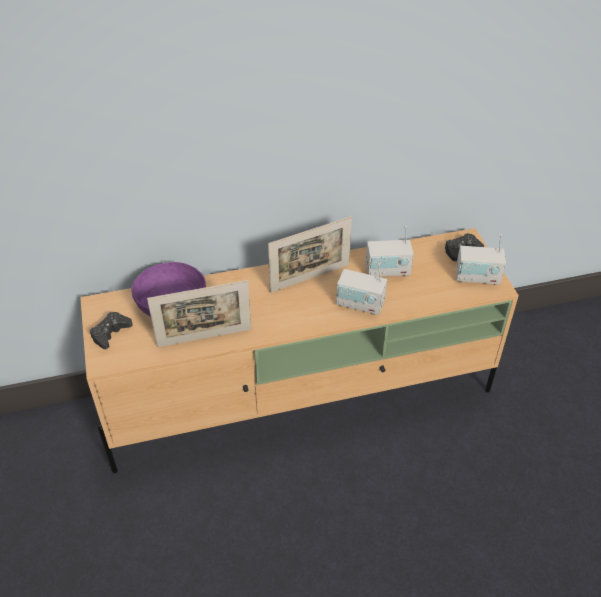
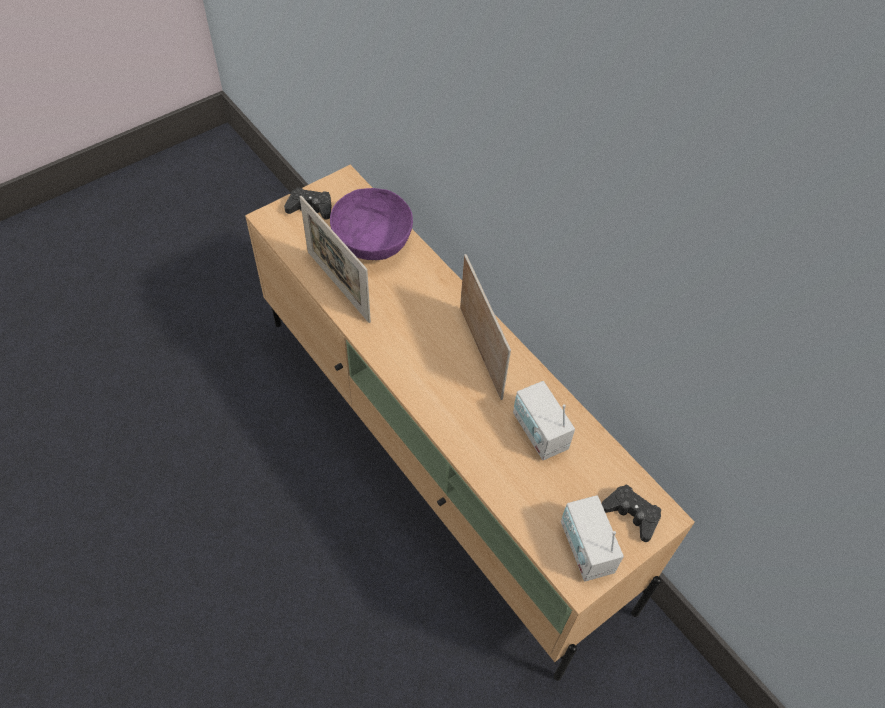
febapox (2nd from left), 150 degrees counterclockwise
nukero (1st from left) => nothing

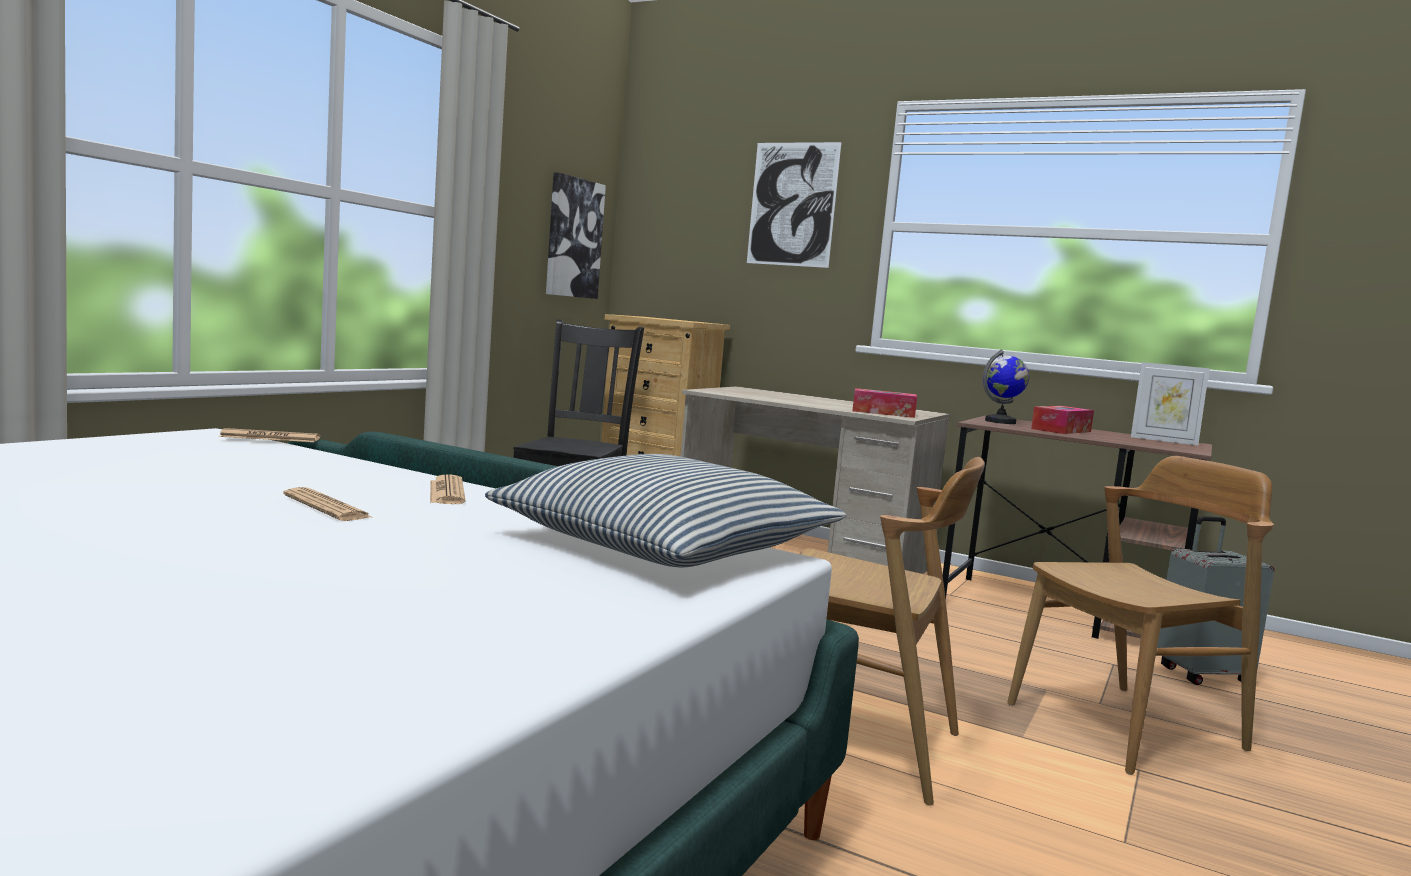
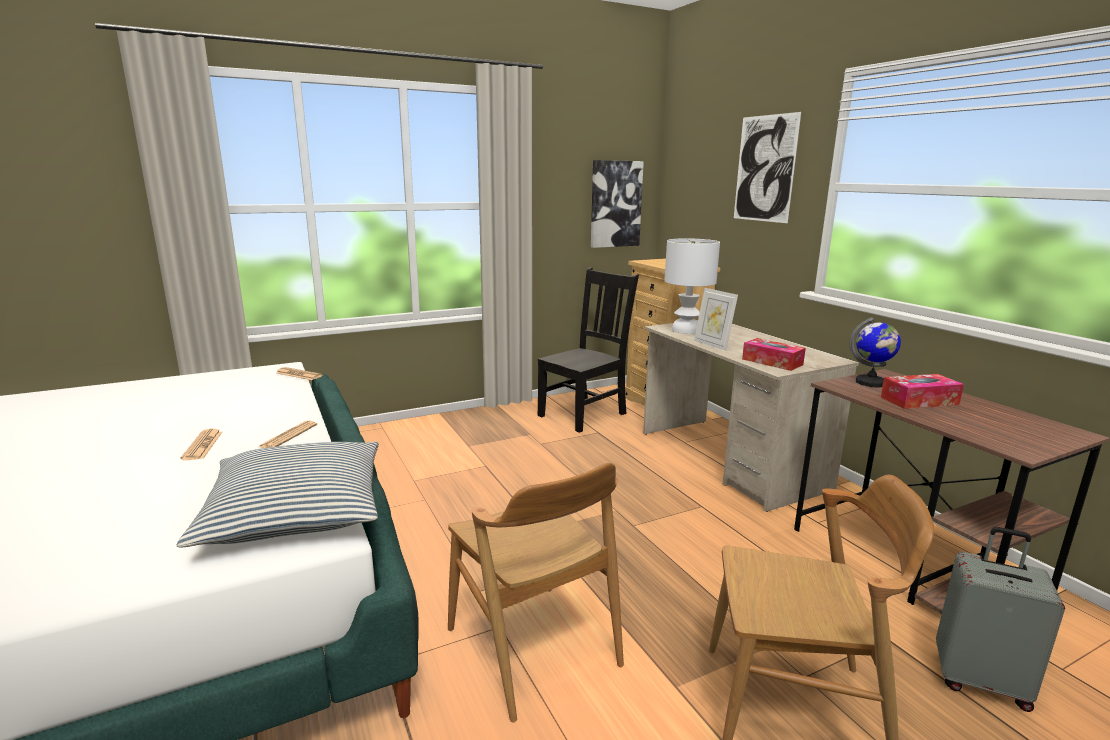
febapox, moved
nothing => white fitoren

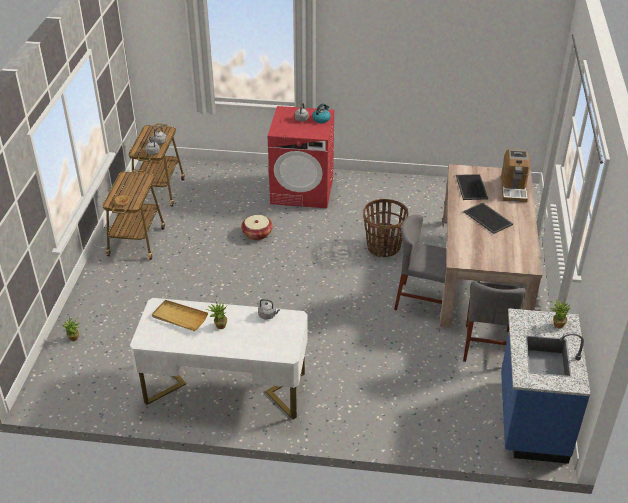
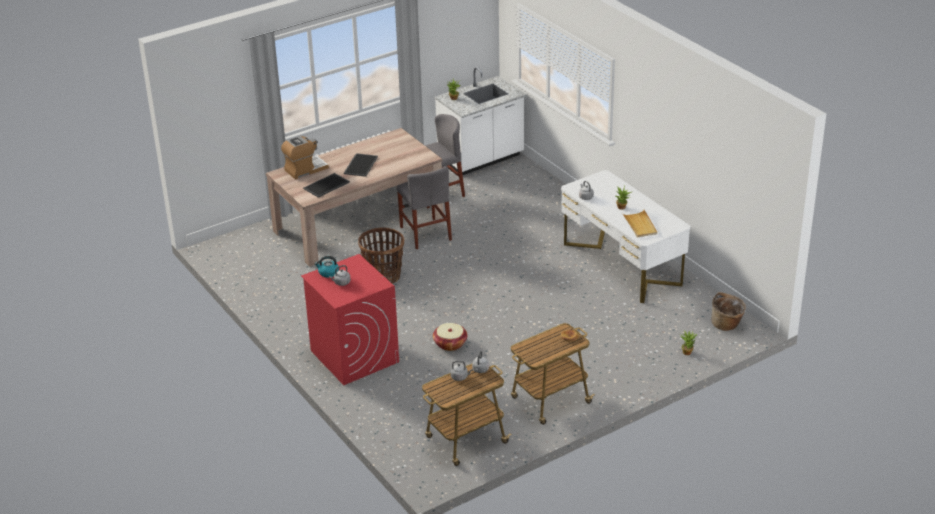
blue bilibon => white bilibon
nothing => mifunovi (3rd from left)

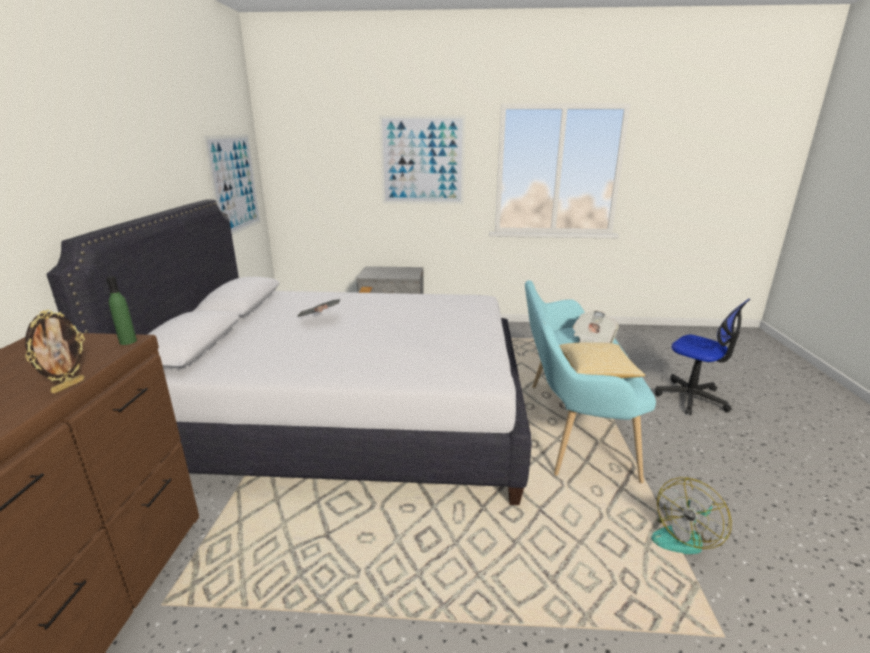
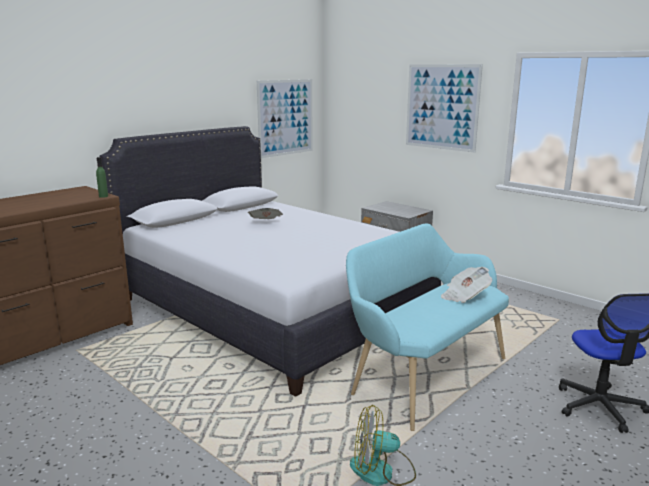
febapox => nothing
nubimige => nothing

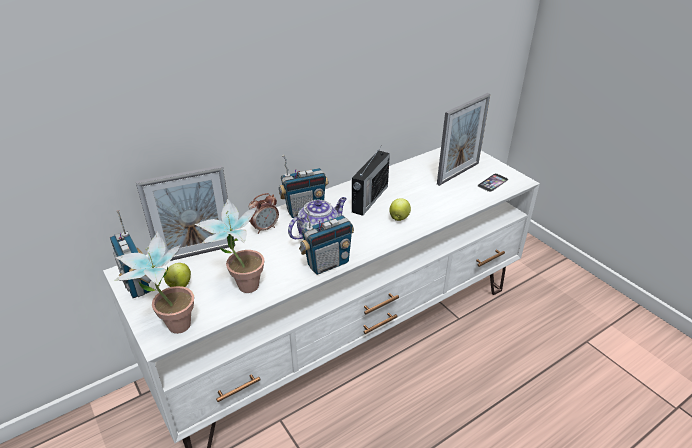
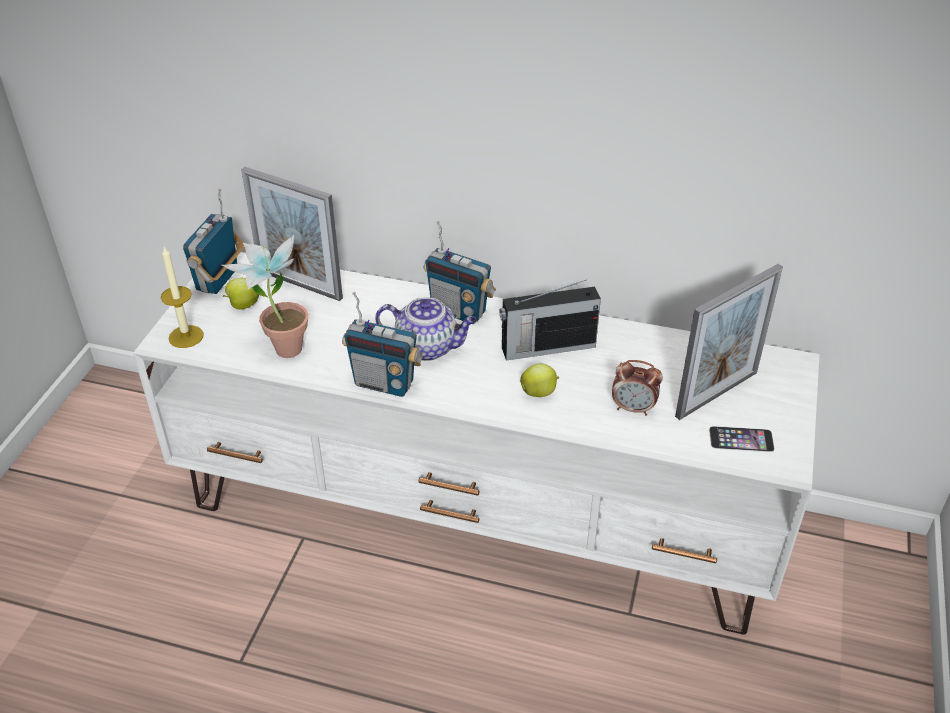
febapox (2nd from left), 45 degrees counterclockwise
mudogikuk, moved
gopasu (1st from left) => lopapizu

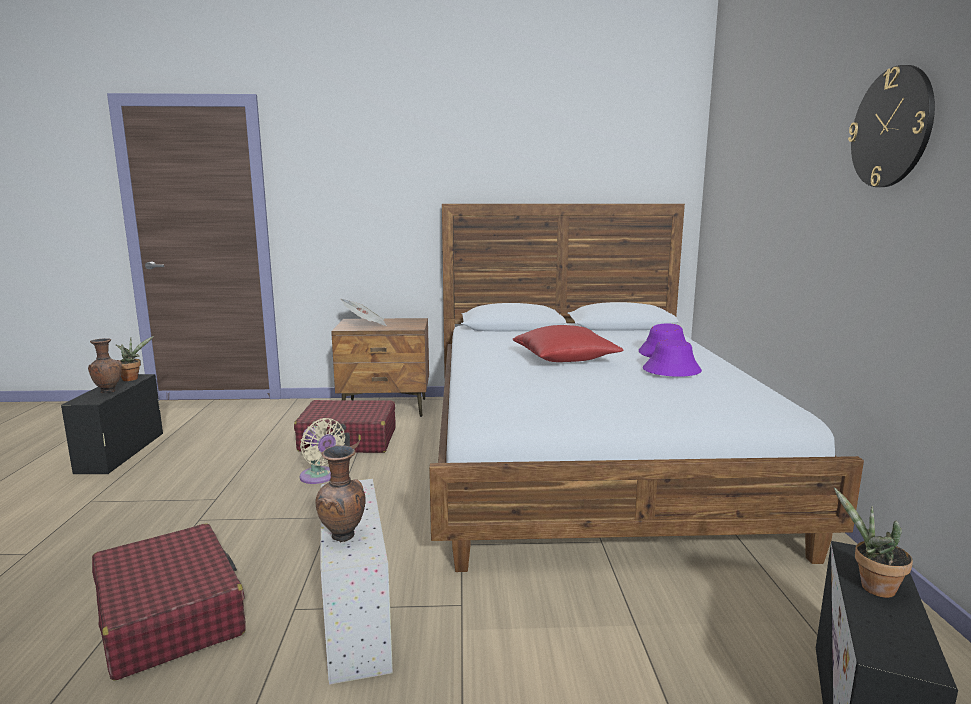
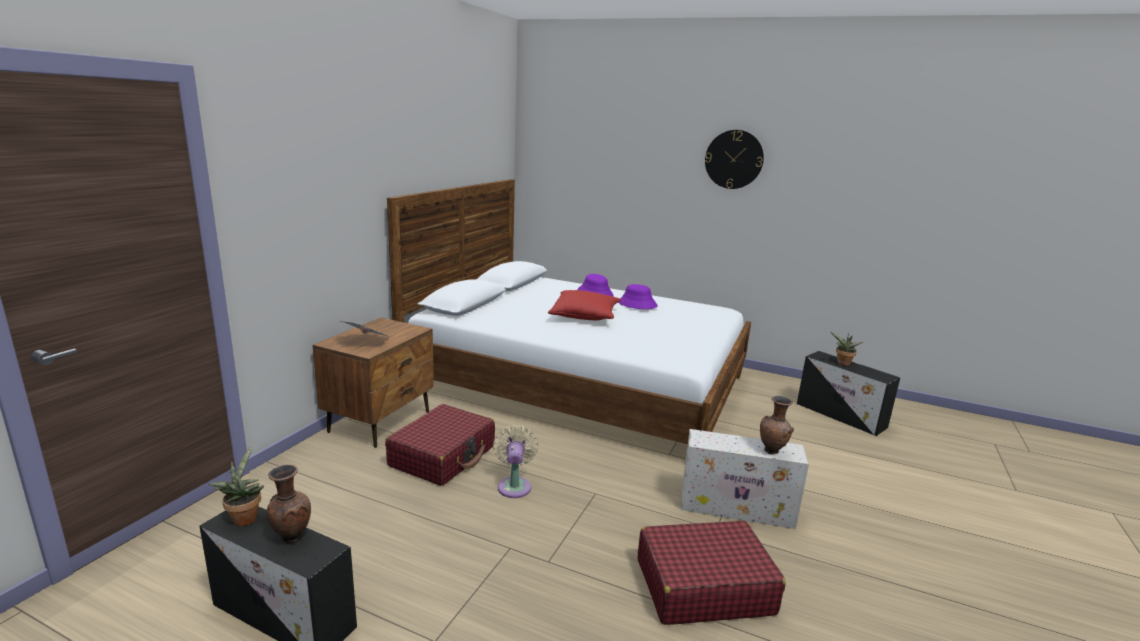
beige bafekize, 75 degrees counterclockwise

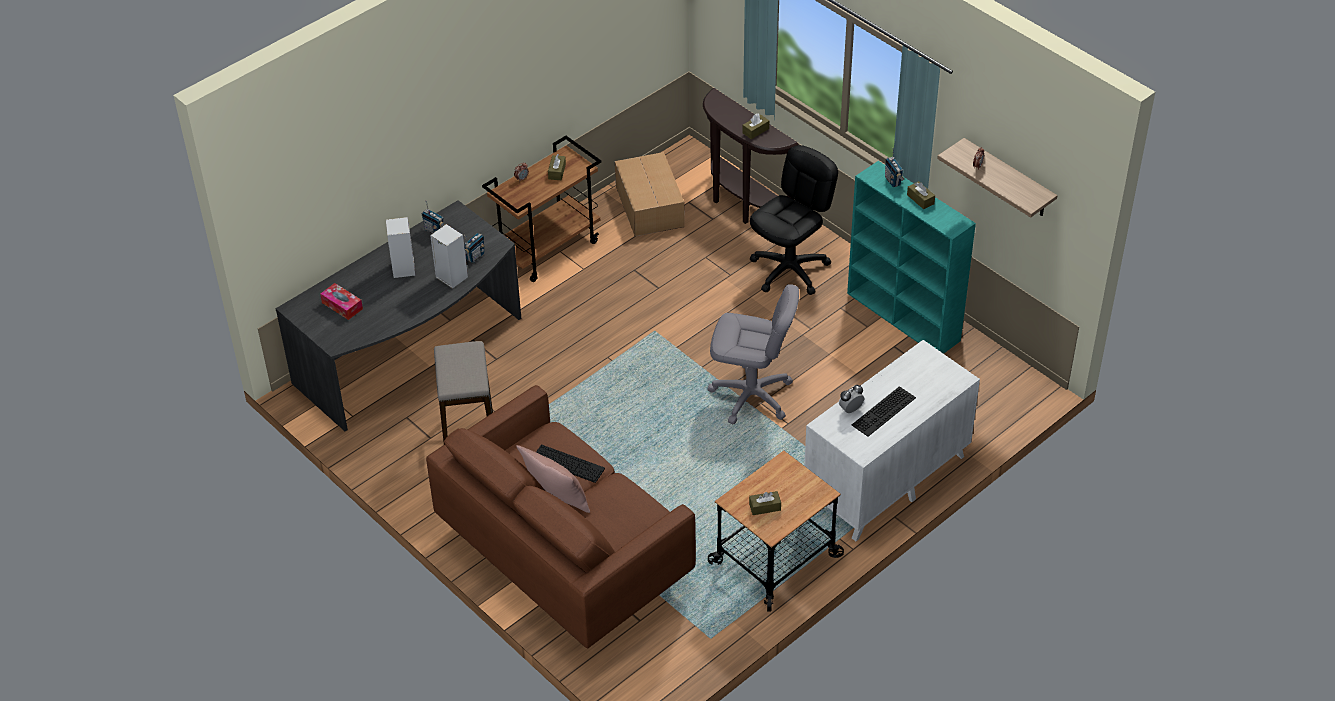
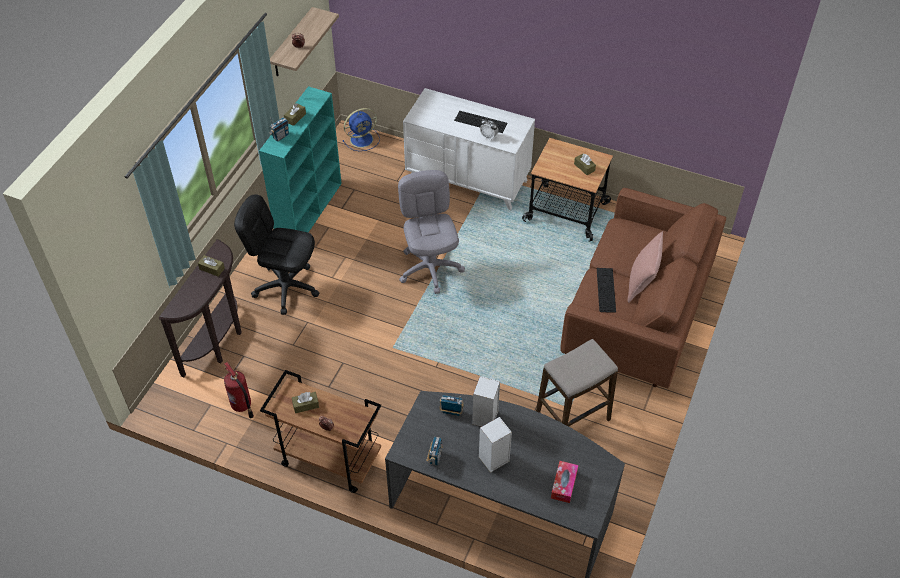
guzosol => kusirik
nothing => blue bafekize

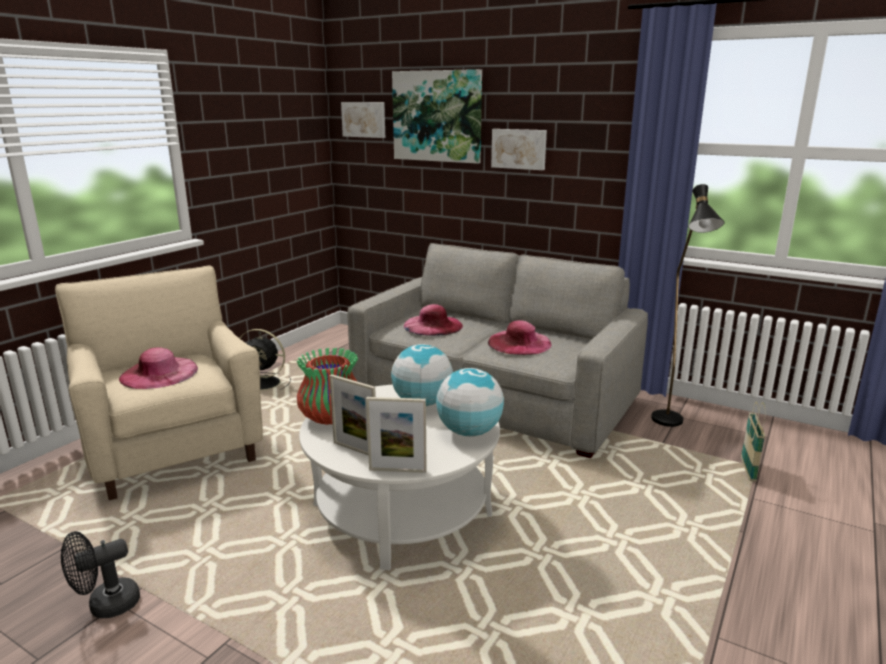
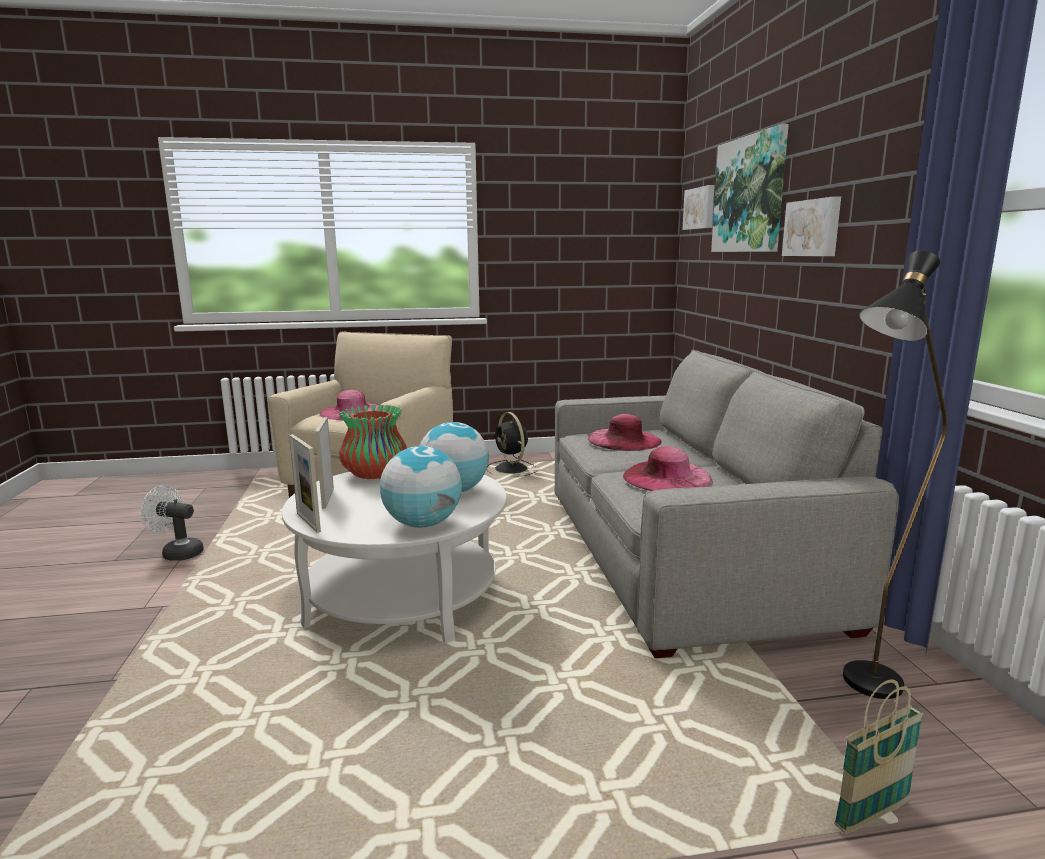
black bafekize (1st from left) => white bafekize

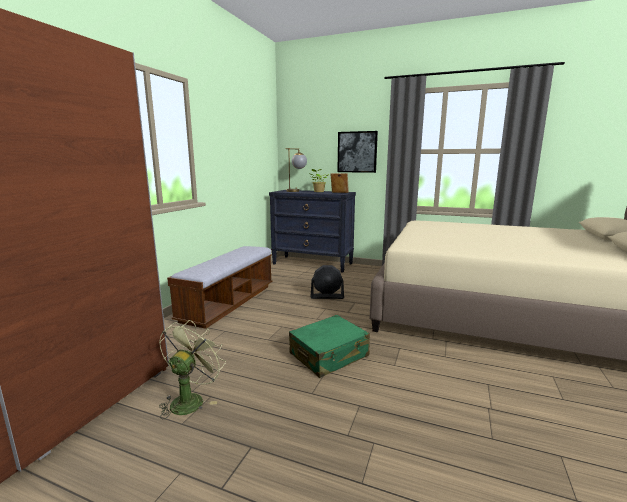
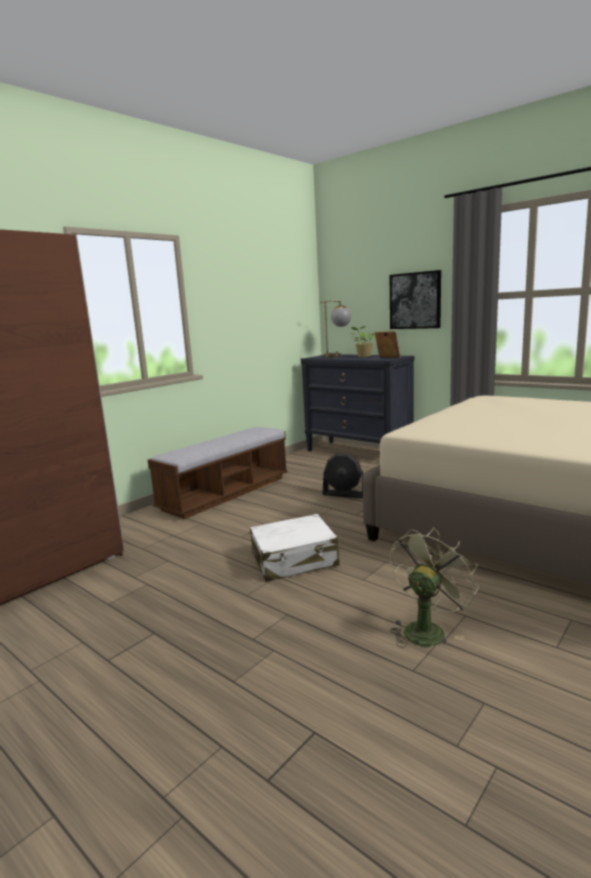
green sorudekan => white sorudekan
green bafekize, moved

